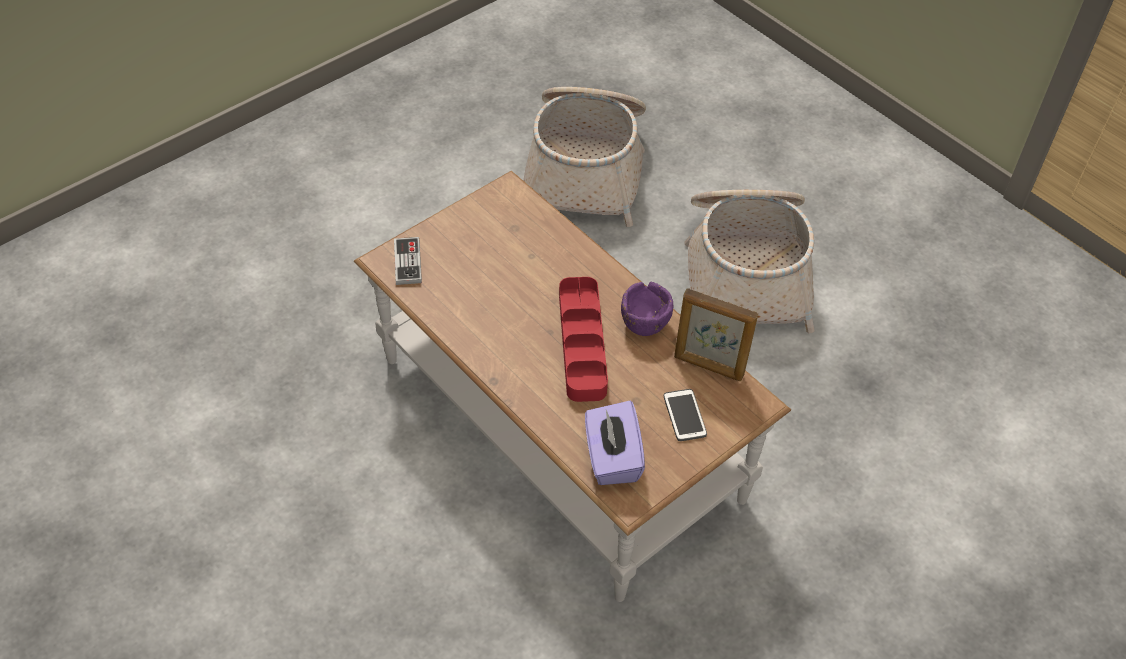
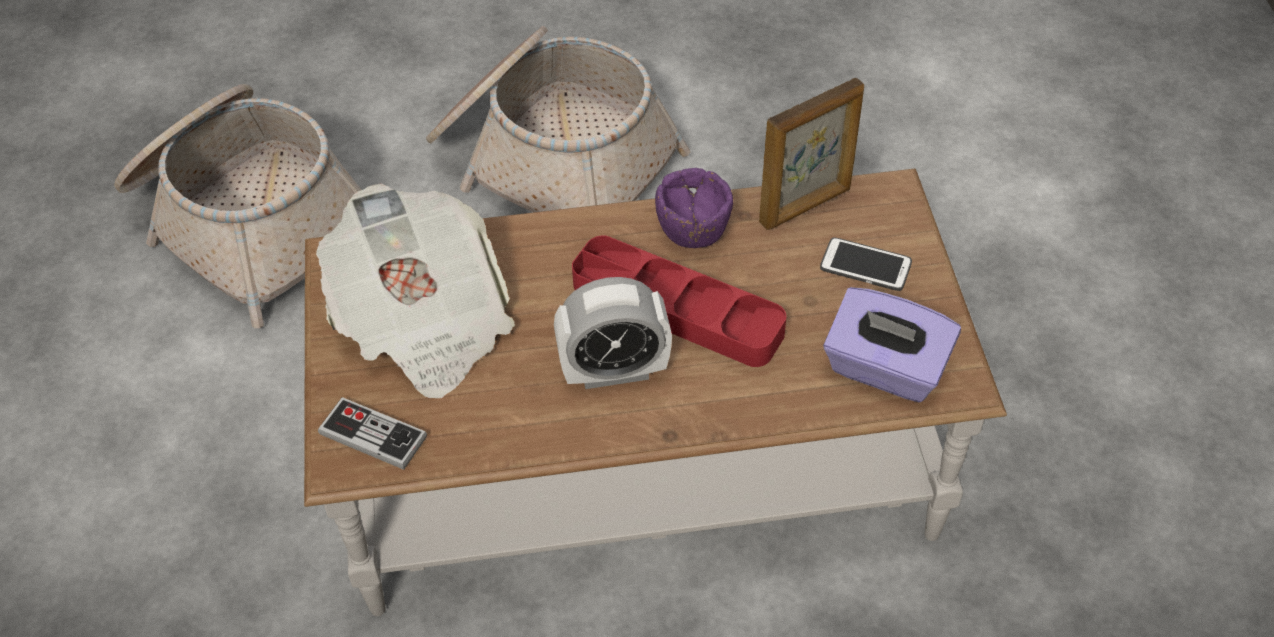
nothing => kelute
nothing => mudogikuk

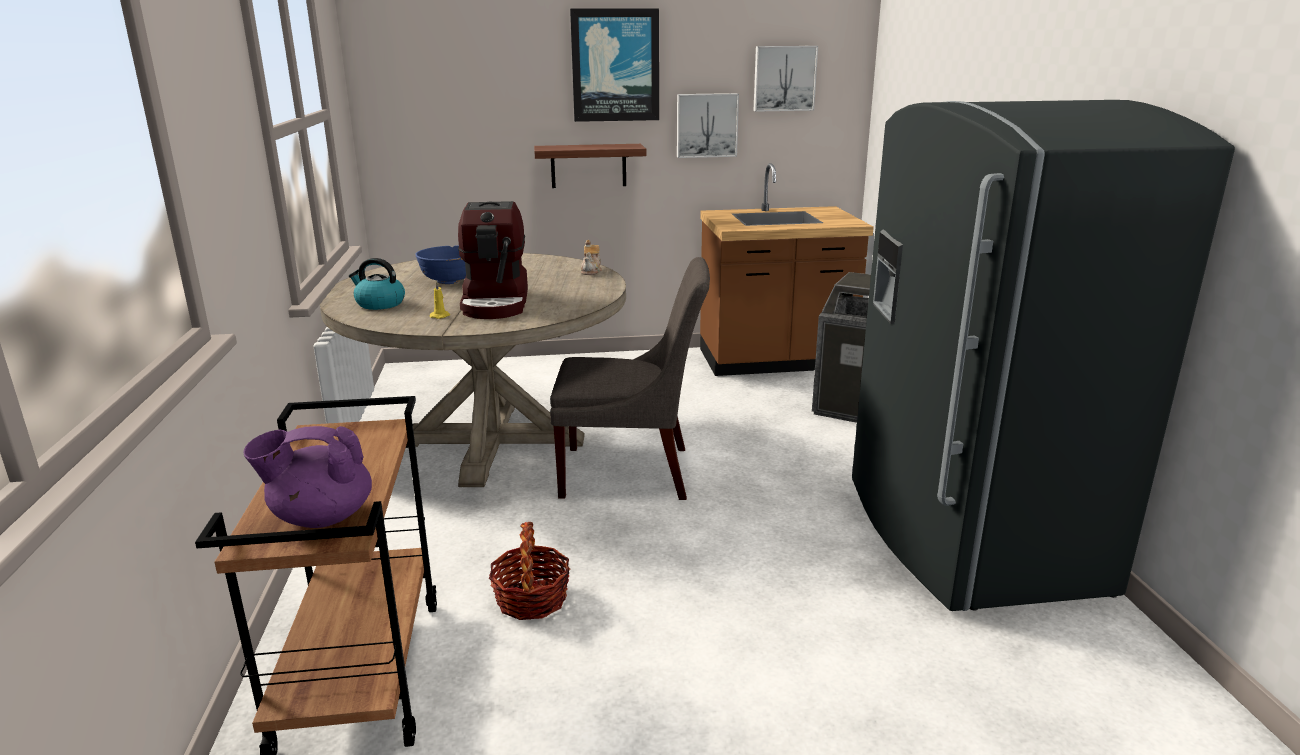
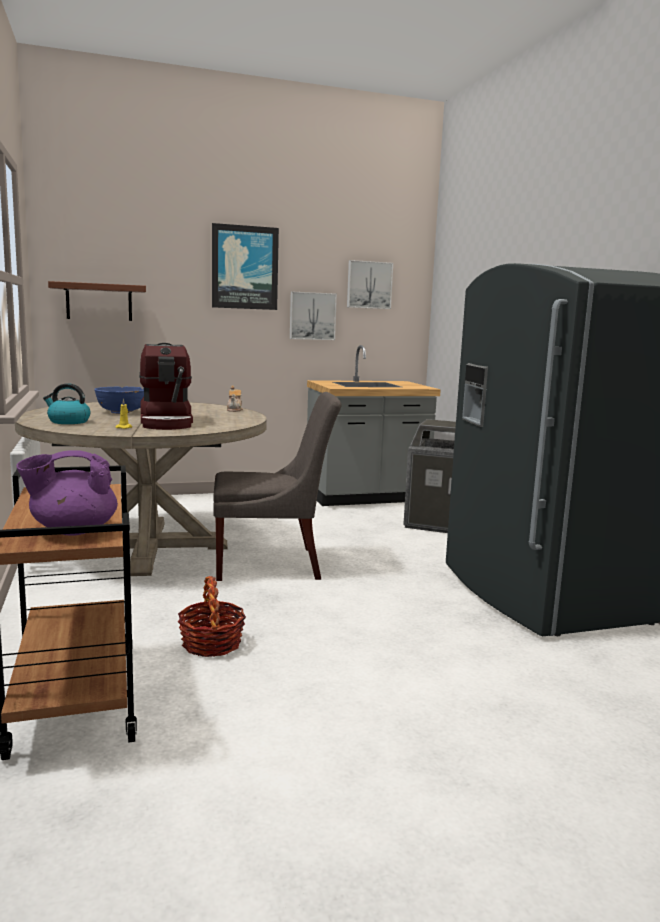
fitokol, moved
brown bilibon => grey bilibon

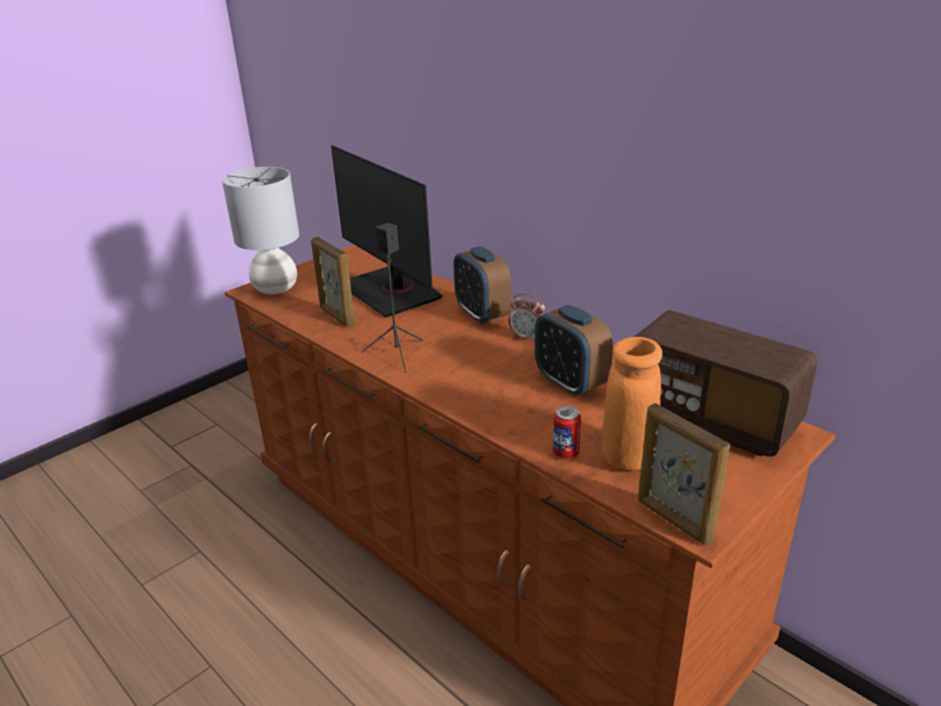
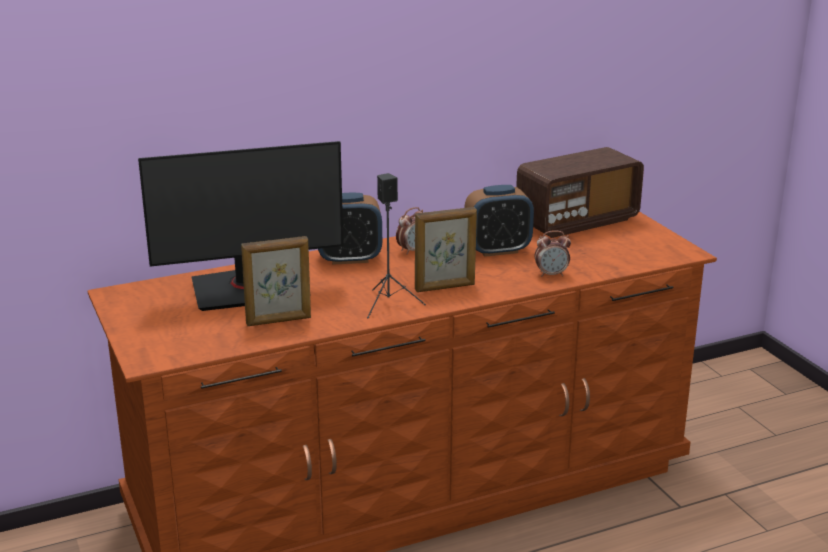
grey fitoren => nothing
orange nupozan => nothing
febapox (2nd from left), moved
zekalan => nothing
nothing => mudogikuk (4th from left)

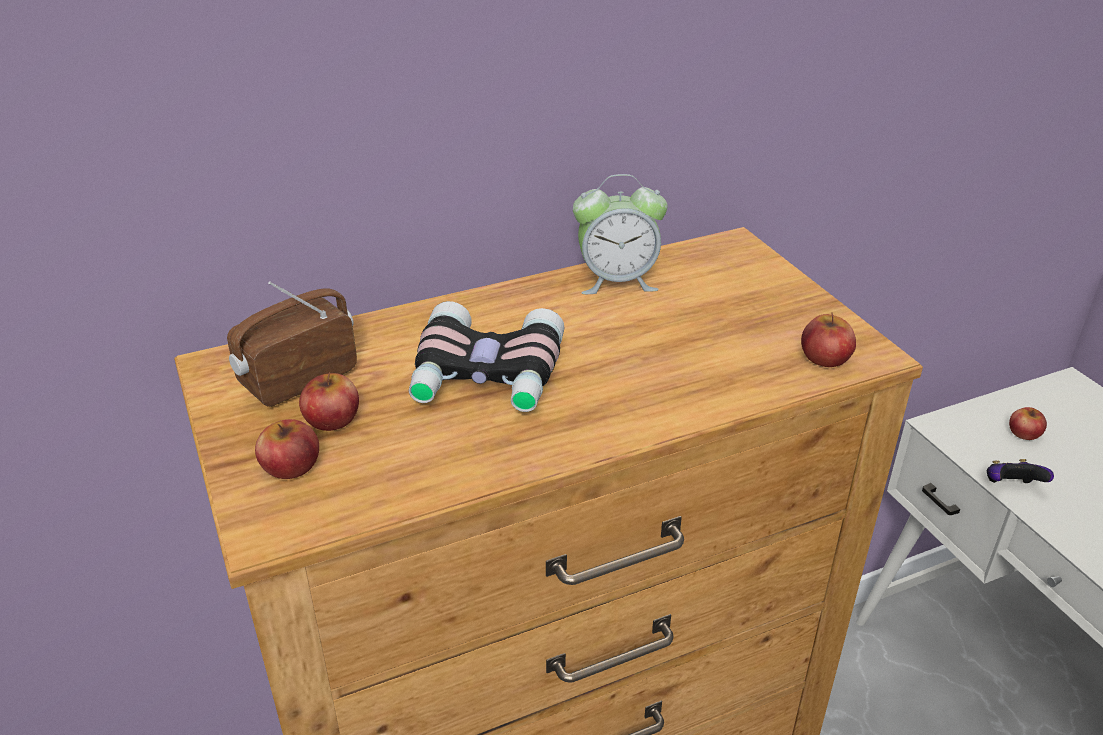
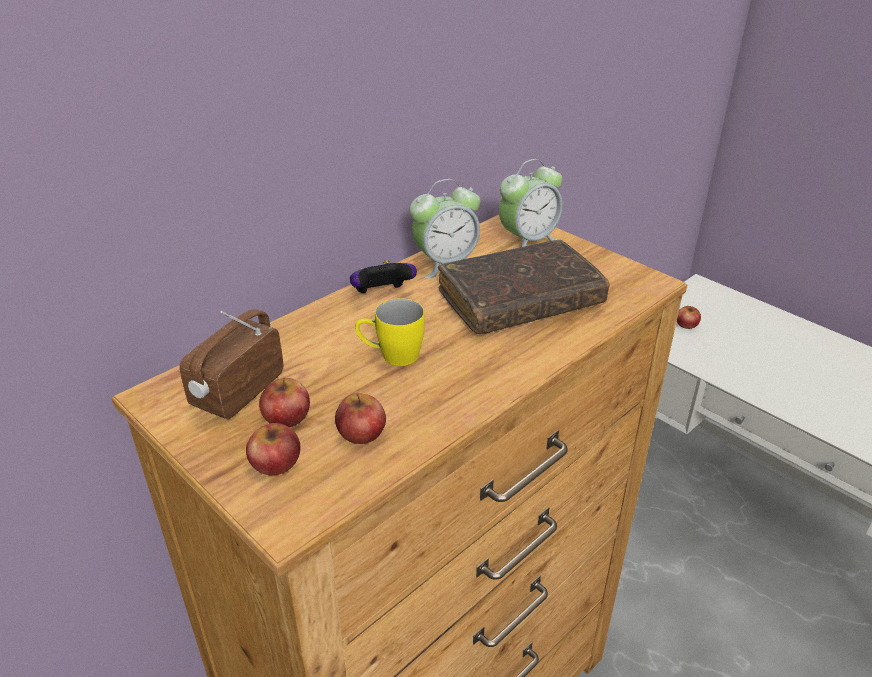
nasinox => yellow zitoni
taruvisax (3rd from left), moved
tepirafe, moved
nothing => mudogikuk (2nd from left)
nothing => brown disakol

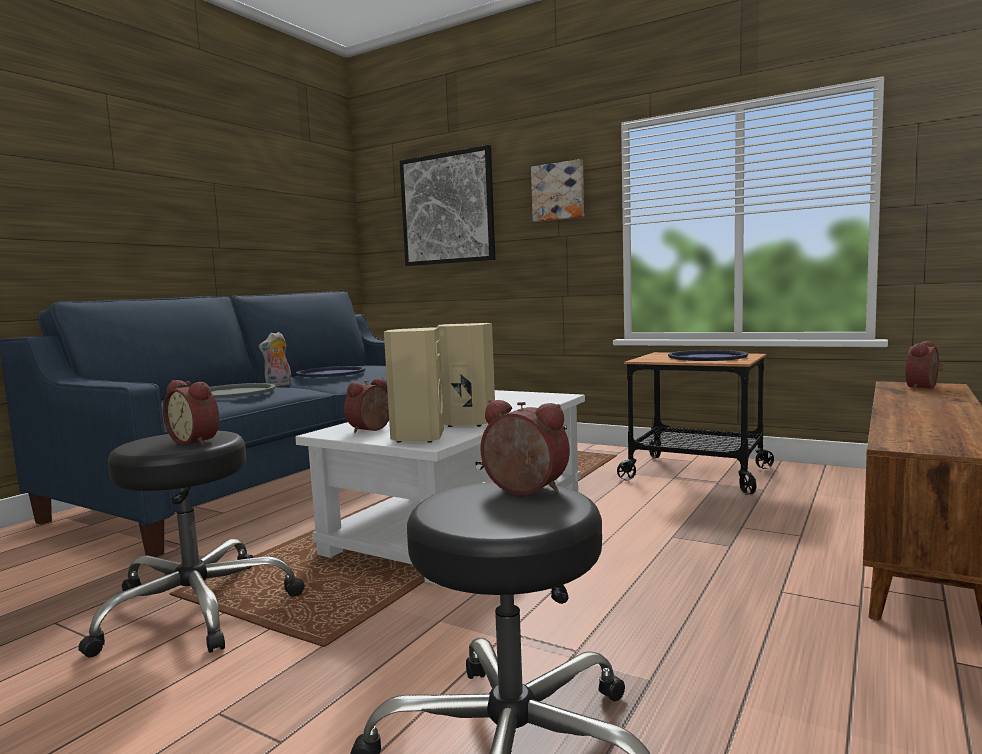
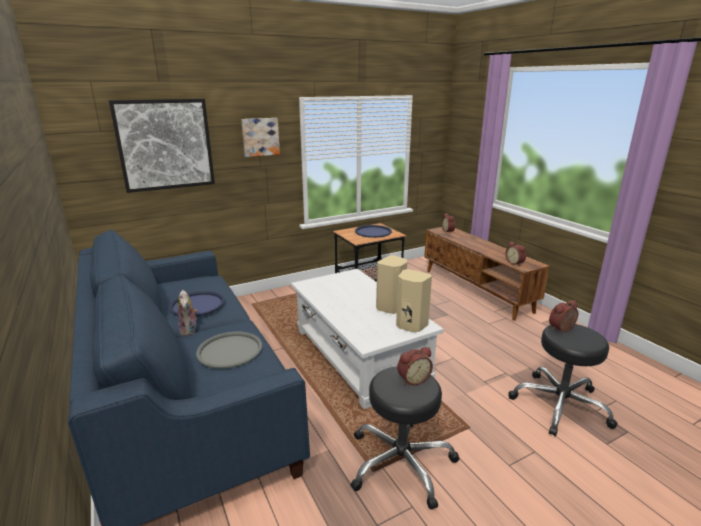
mudogikuk (2nd from left in the first image) => mudogikuk (3rd from left), moved

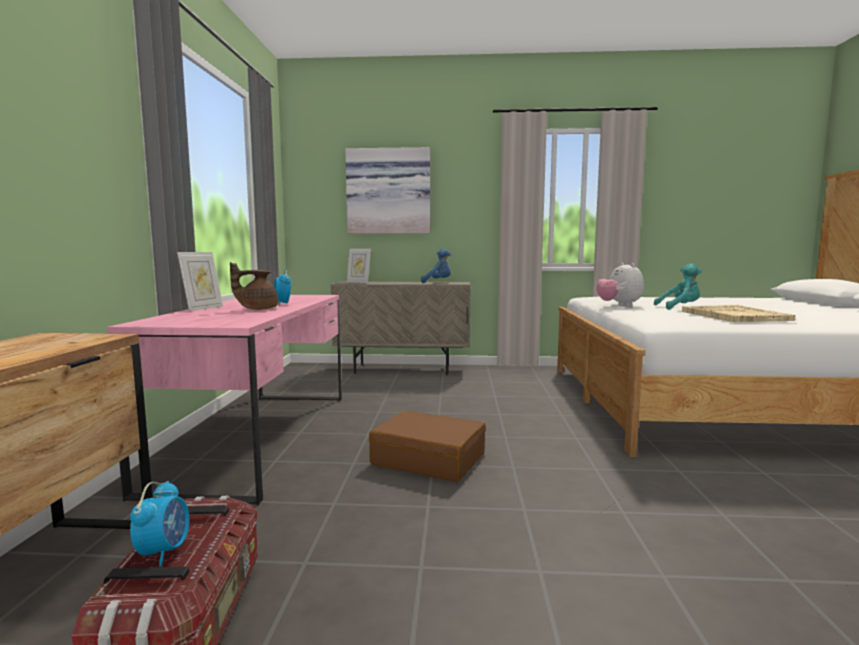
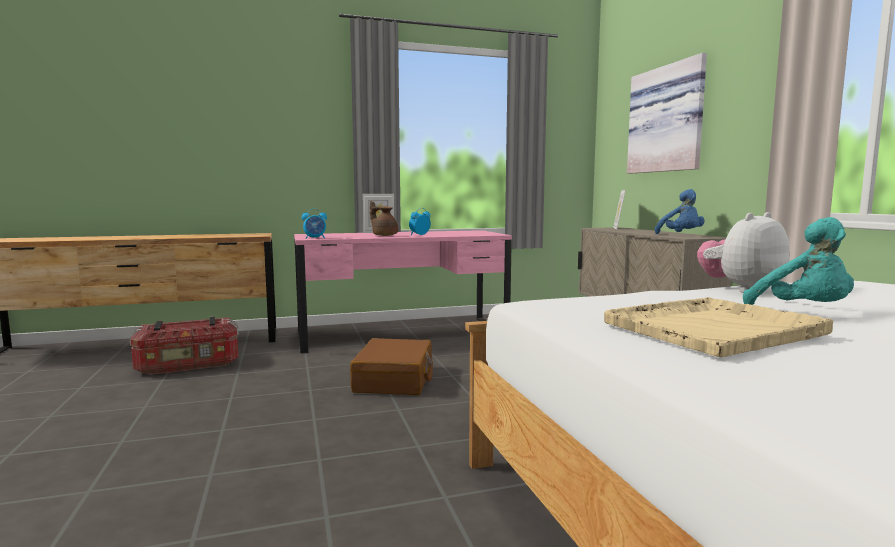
mudogikuk (1st from left), moved

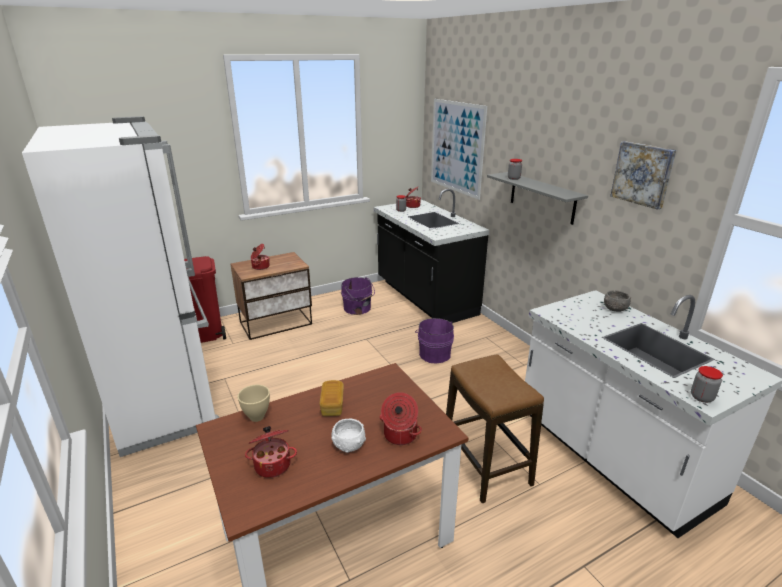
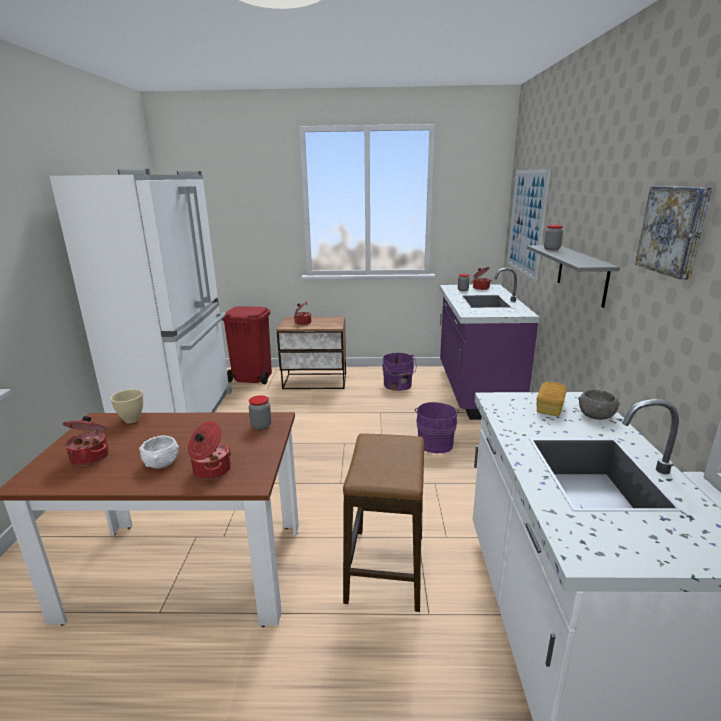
black bilibon => purple bilibon
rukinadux (3rd from left in the first image) => rukinadux (1st from left), moved
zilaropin, moved

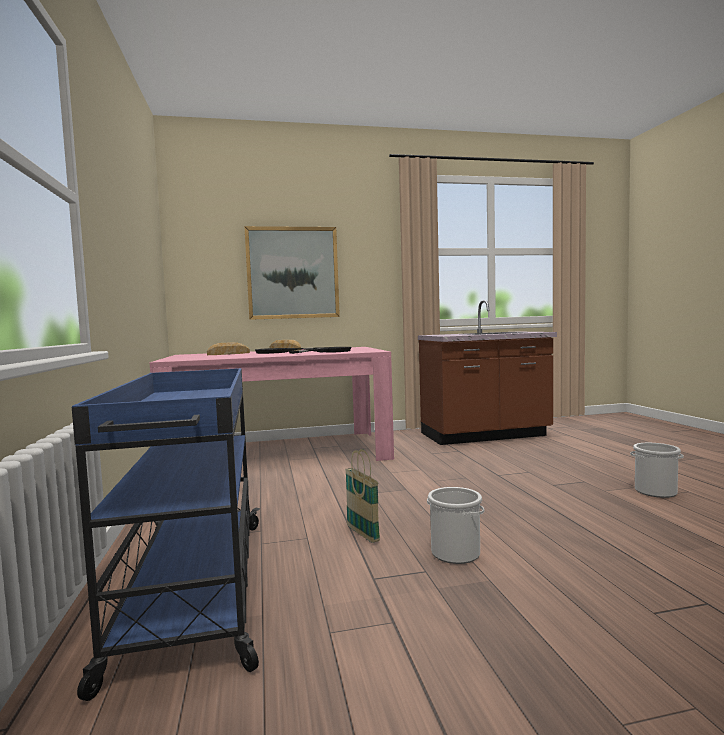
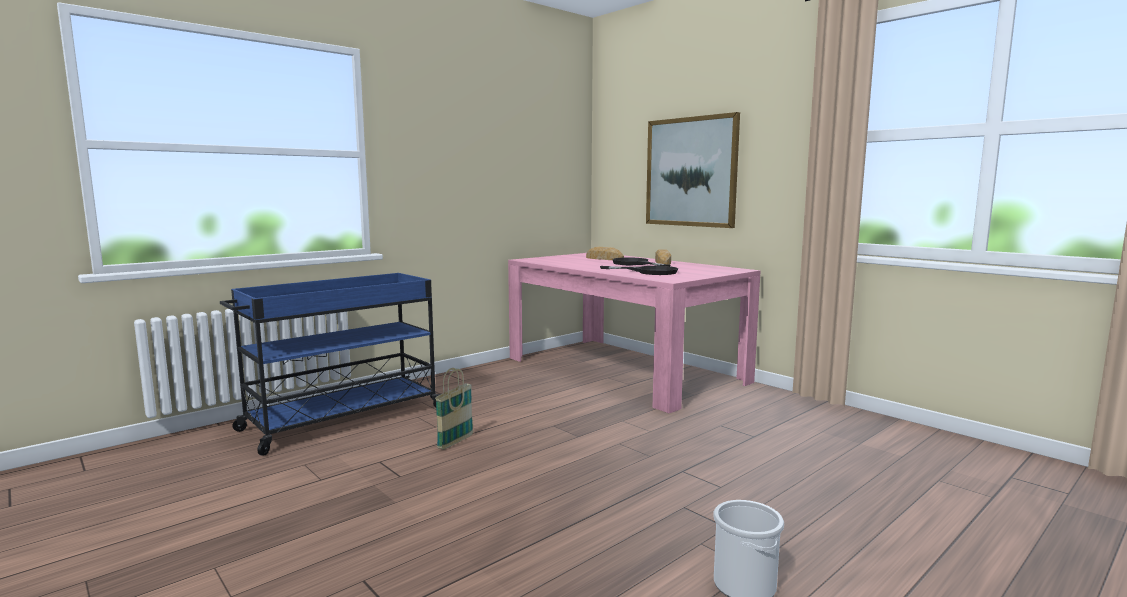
brown bilibon => nothing
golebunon (1st from left) => nothing

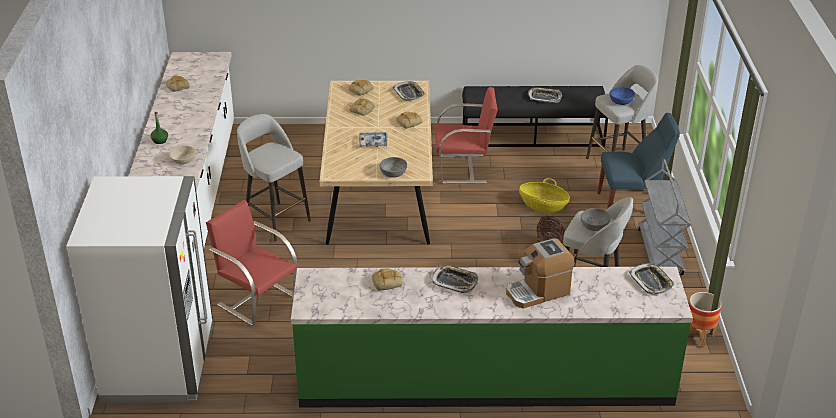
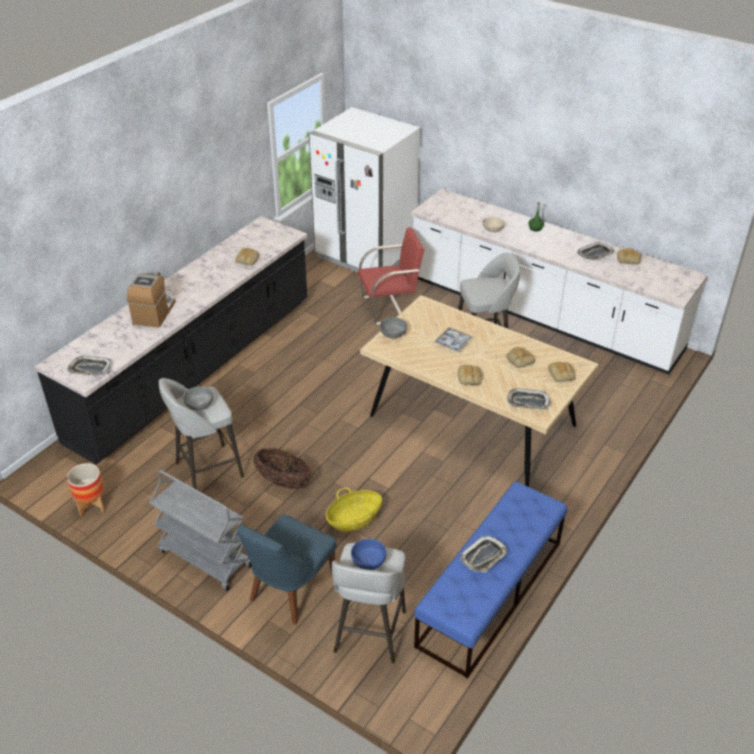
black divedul => blue divedul
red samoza (2nd from left) => nothing
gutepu (3rd from left in the first image) => gutepu (5th from left), moved
green bilibon => black bilibon

